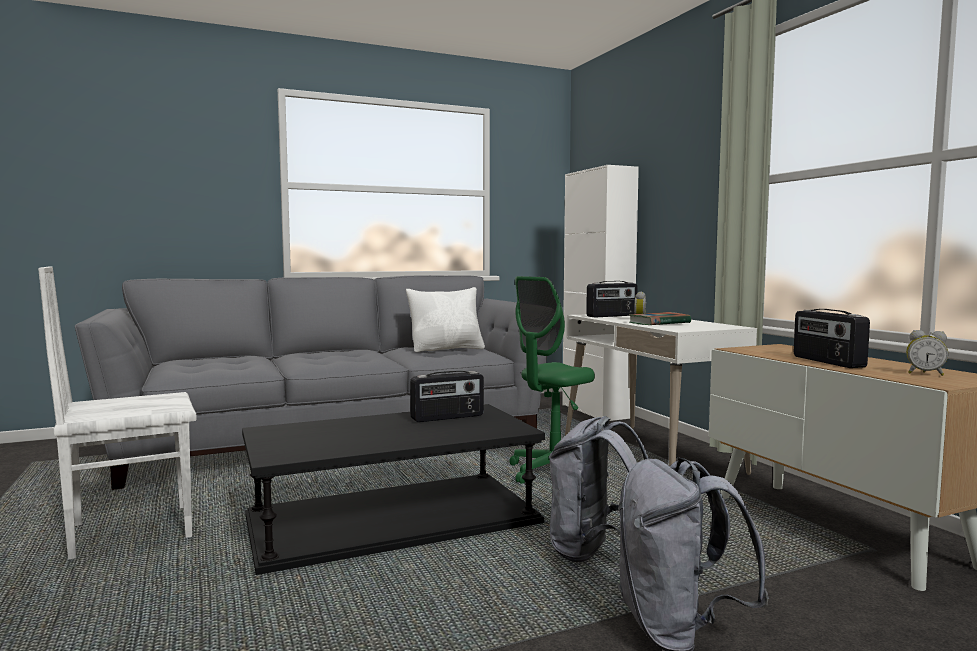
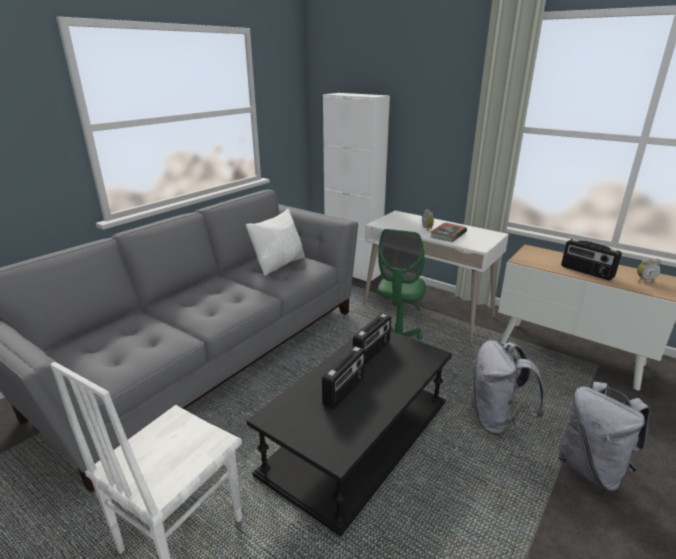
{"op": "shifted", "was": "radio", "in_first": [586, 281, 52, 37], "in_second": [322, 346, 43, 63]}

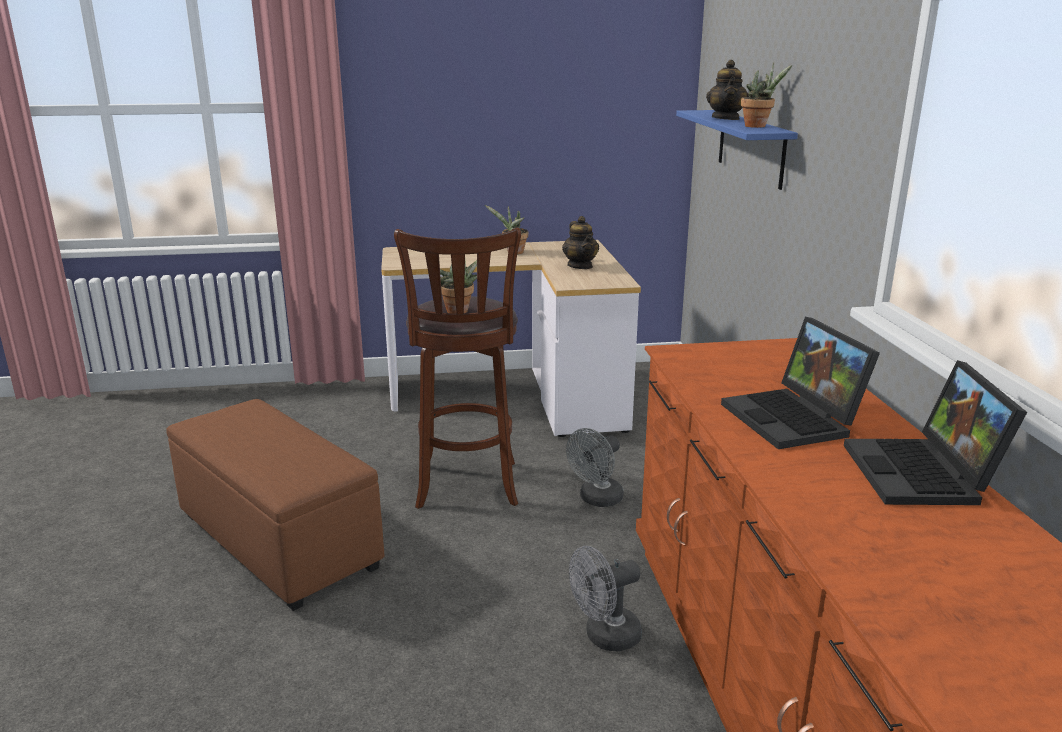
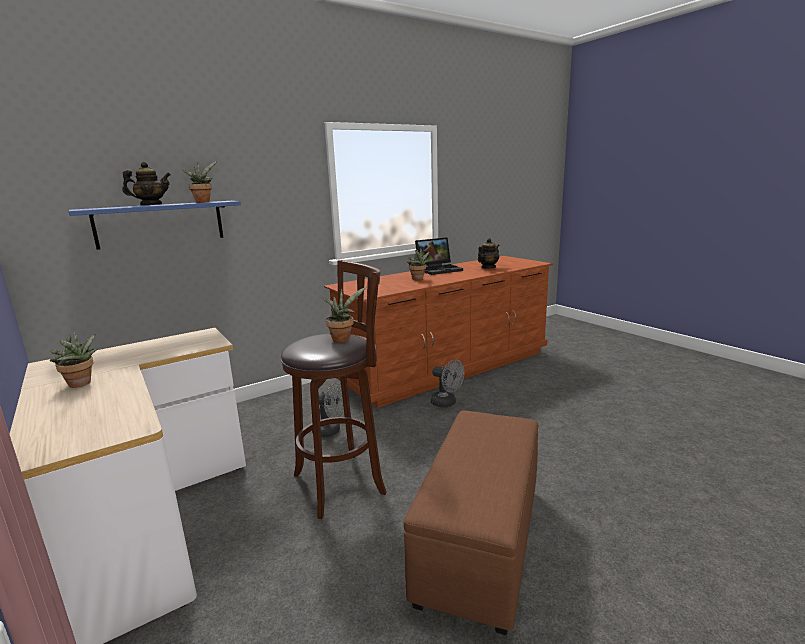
{"op": "shifted", "was": "teapot", "in_first": [562, 216, 37, 53], "in_second": [478, 238, 22, 31]}
{"op": "swapped", "was": "laptop", "now": "potted plant", "in_first": [721, 317, 159, 132], "in_second": [407, 249, 23, 31]}

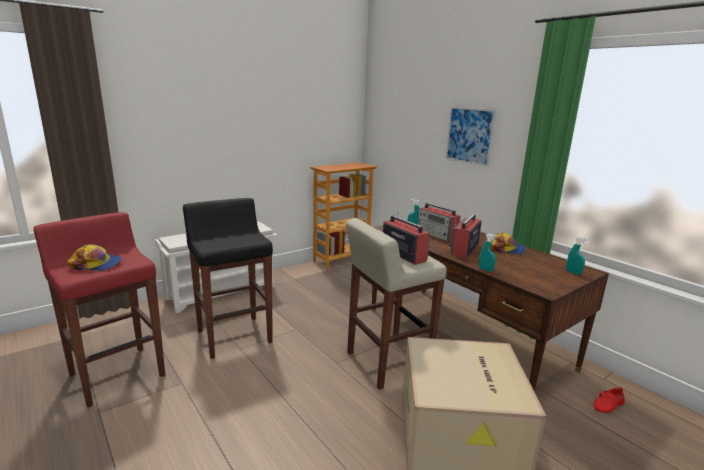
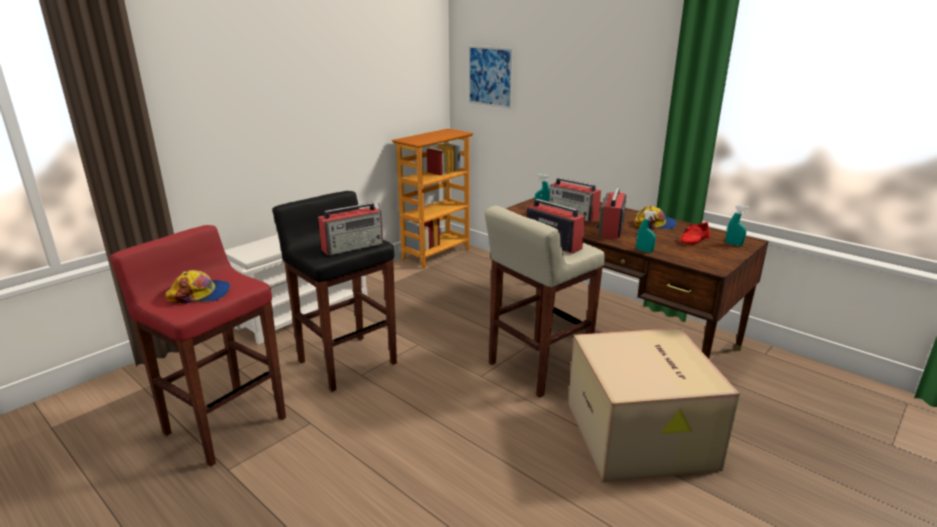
{"op": "shifted", "was": "picture", "in_first": [445, 107, 51, 60], "in_second": [468, 46, 45, 63]}
{"op": "shifted", "was": "red shoe", "in_first": [594, 388, 31, 25], "in_second": [680, 222, 31, 23]}
{"op": "new", "now": "radio", "in_second": [318, 203, 65, 53]}

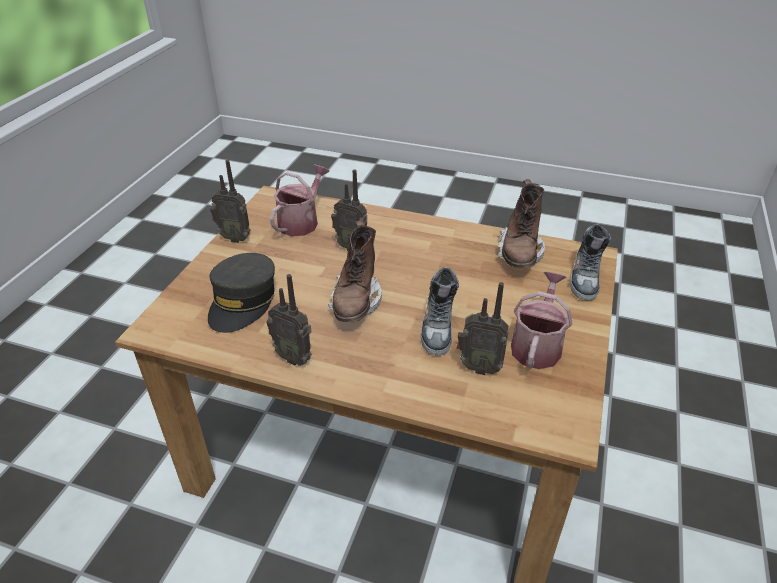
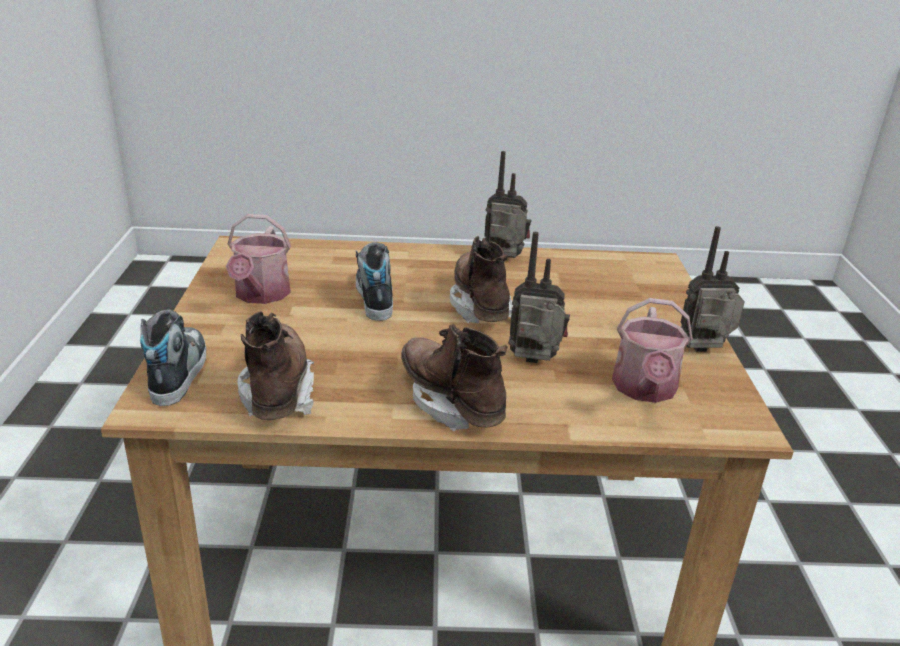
{"op": "gone", "was": "grey cap", "in_first": [208, 253, 67, 80]}
{"op": "gone", "was": "radio", "in_first": [457, 282, 52, 93]}
{"op": "new", "now": "brown boot", "in_second": [401, 324, 107, 107]}

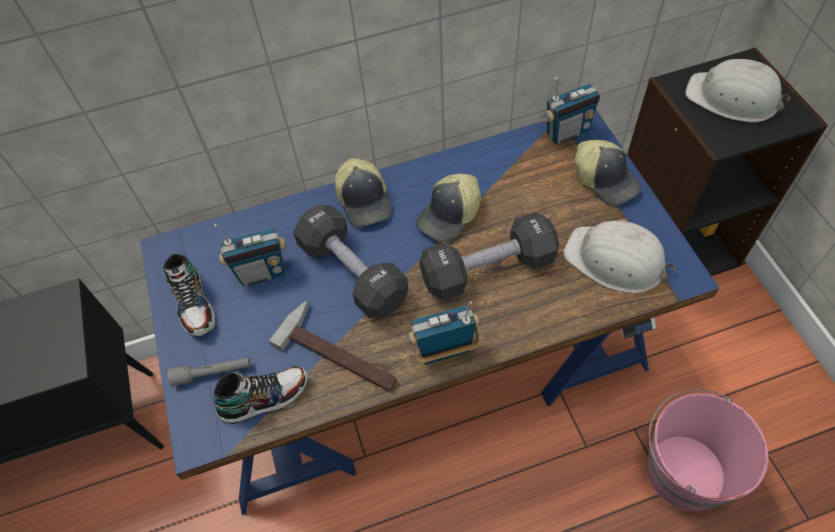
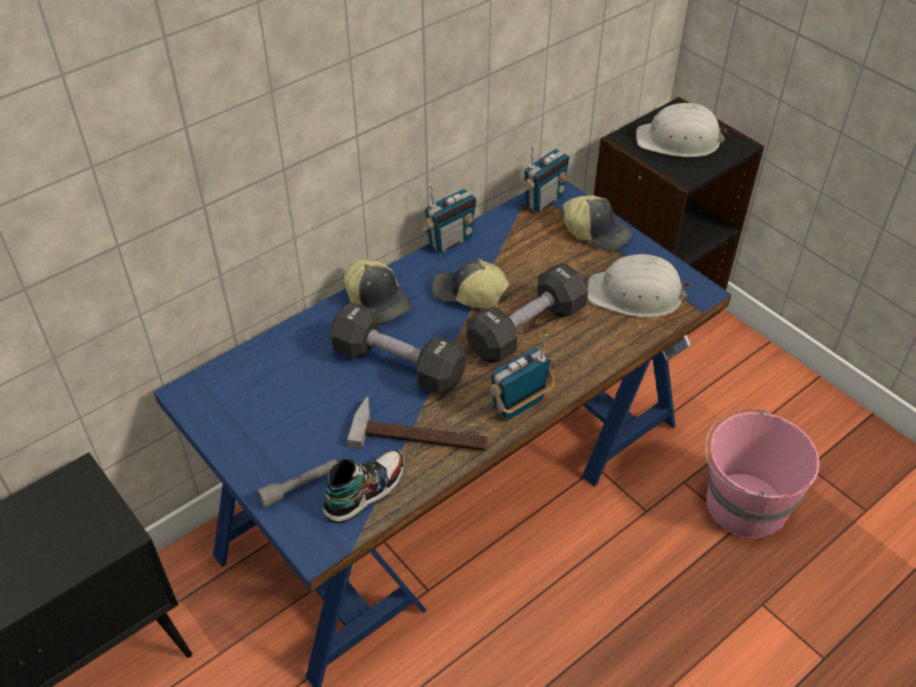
{"op": "gone", "was": "shoe", "in_first": [163, 254, 53, 82]}
{"op": "shifted", "was": "radio", "in_first": [214, 224, 73, 62], "in_second": [421, 184, 56, 69]}
{"op": "rotated", "was": "cap", "in_first": [415, 173, 66, 69], "in_second": [432, 259, 77, 50], "clockwise": 90}

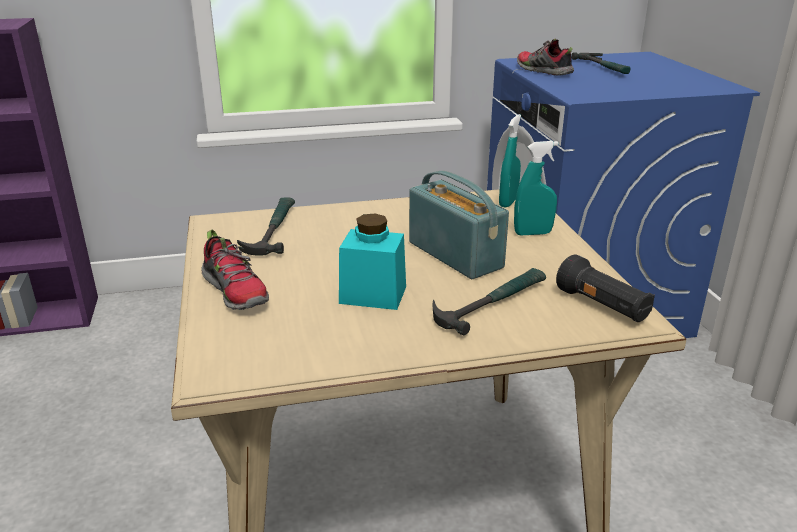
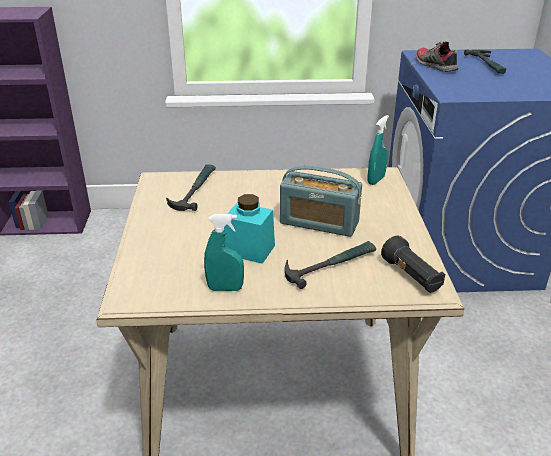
{"op": "gone", "was": "shoe", "in_first": [201, 230, 68, 80]}
{"op": "rotated", "was": "radio", "in_first": [409, 171, 100, 108], "in_second": [280, 166, 82, 71], "clockwise": 135}
{"op": "shifted", "was": "turquoise spray bottle", "in_first": [514, 141, 45, 94], "in_second": [204, 214, 40, 77]}

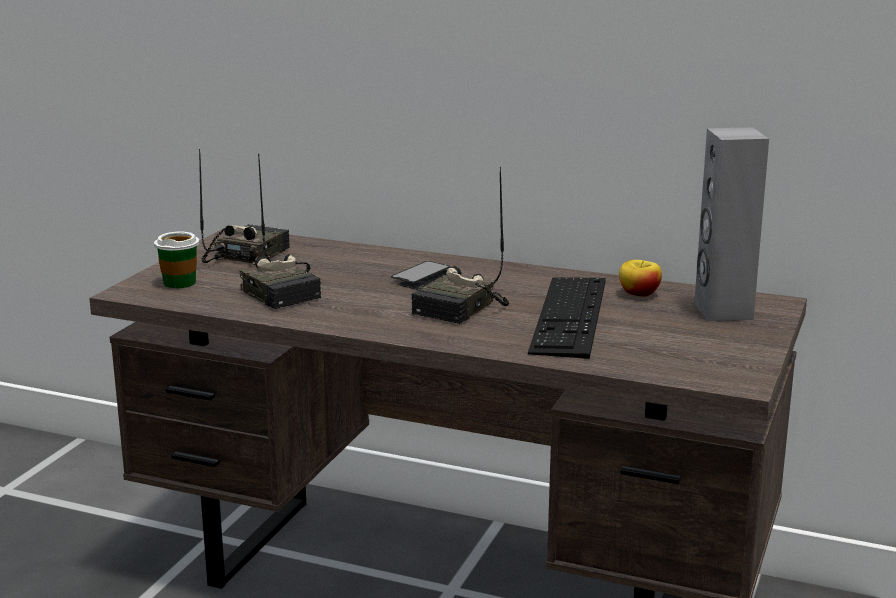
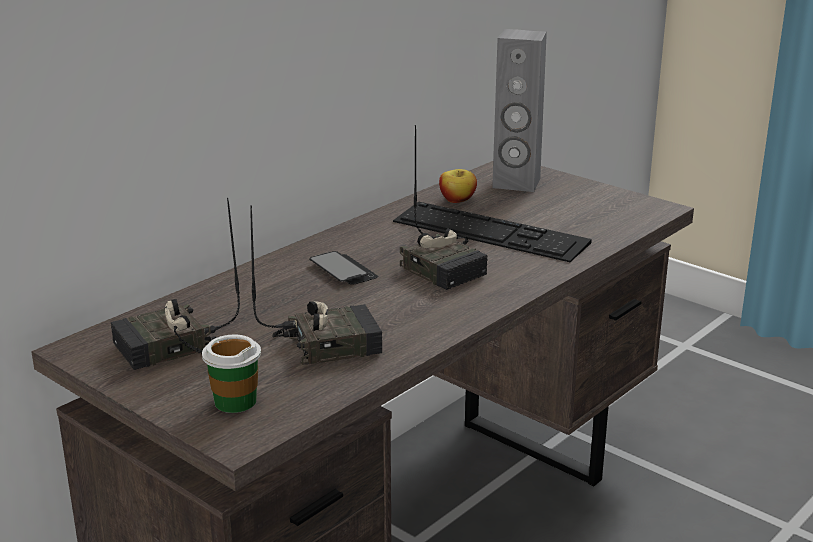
{"op": "rotated", "was": "radio", "in_first": [199, 149, 91, 117], "in_second": [111, 198, 129, 172], "clockwise": -75}

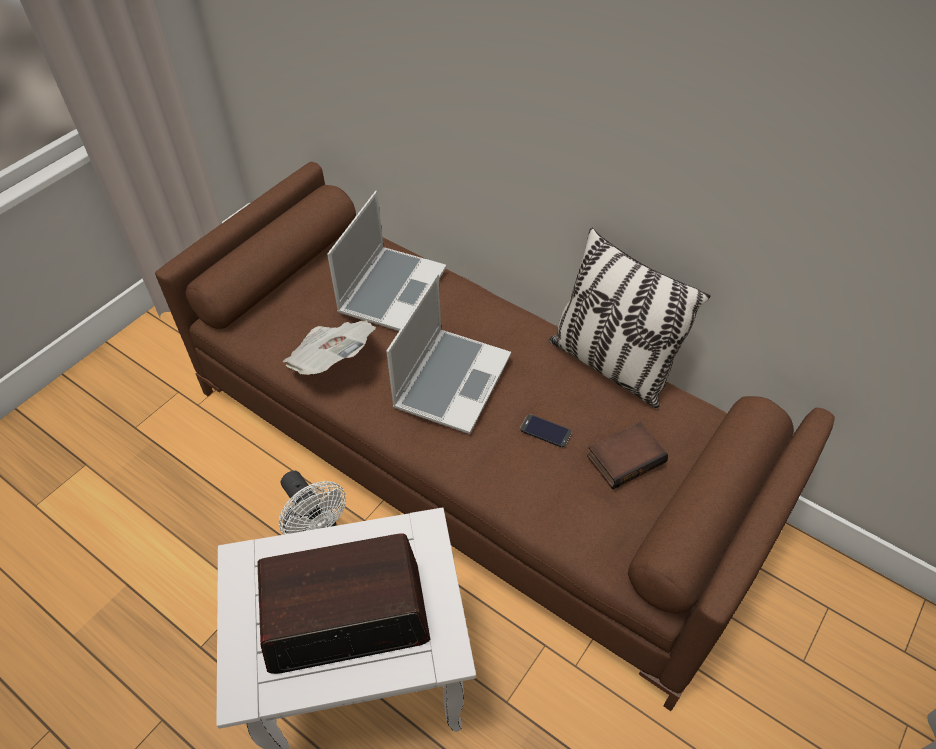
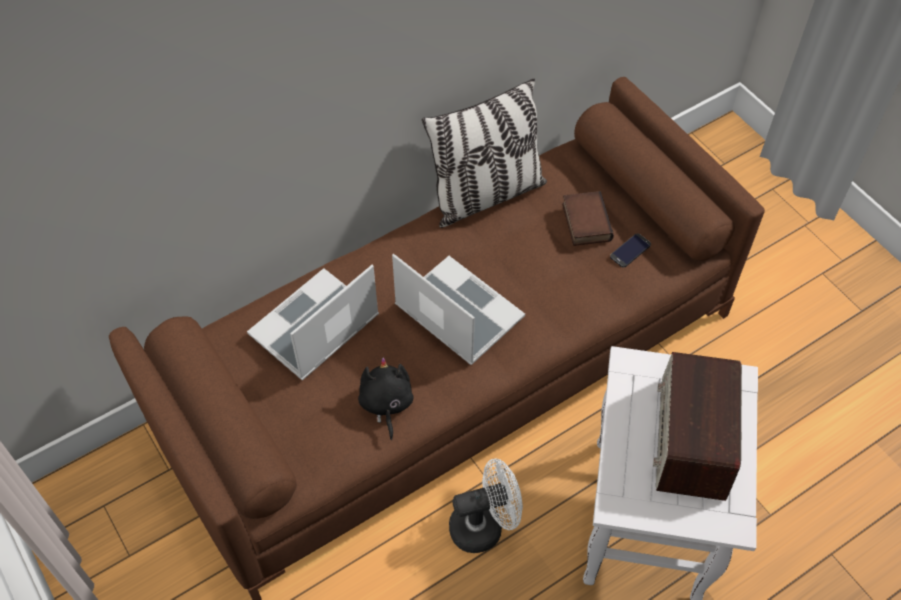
{"op": "swapped", "was": "newspaper", "now": "black plush toy", "in_first": [282, 320, 94, 55], "in_second": [358, 357, 56, 83]}
{"op": "rotated", "was": "laptop", "in_first": [327, 191, 120, 140], "in_second": [247, 264, 132, 116], "clockwise": -90}
{"op": "shifted", "was": "phone", "in_first": [520, 414, 52, 33], "in_second": [610, 233, 41, 34]}

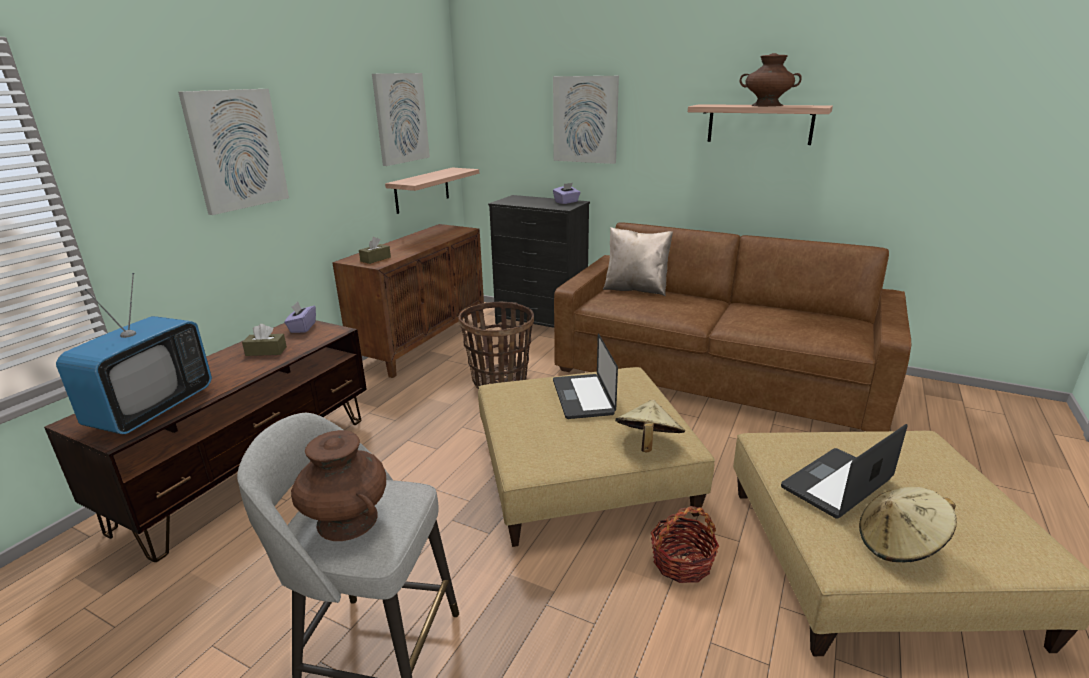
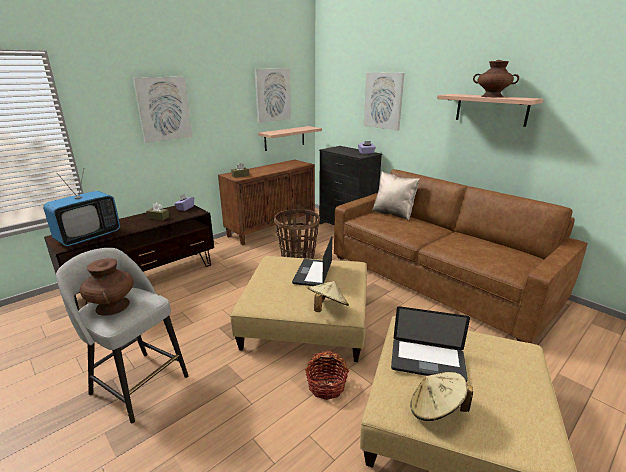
{"op": "rotated", "was": "laptop", "in_first": [781, 424, 126, 95], "in_second": [391, 306, 79, 76], "clockwise": -150}

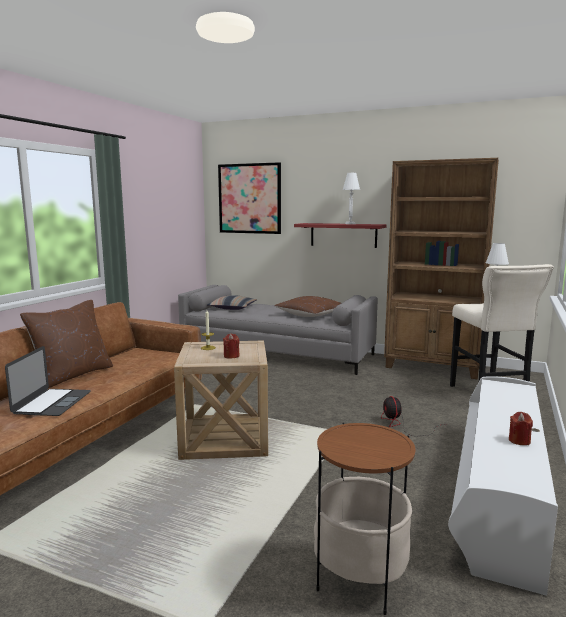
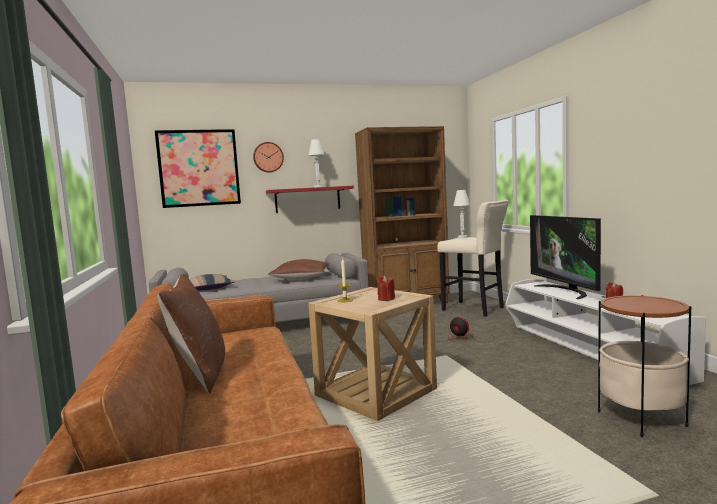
{"op": "gone", "was": "laptop", "in_first": [5, 346, 86, 70]}
{"op": "new", "now": "wall clock", "in_second": [253, 142, 31, 31]}
{"op": "new", "now": "television", "in_second": [530, 215, 71, 84]}

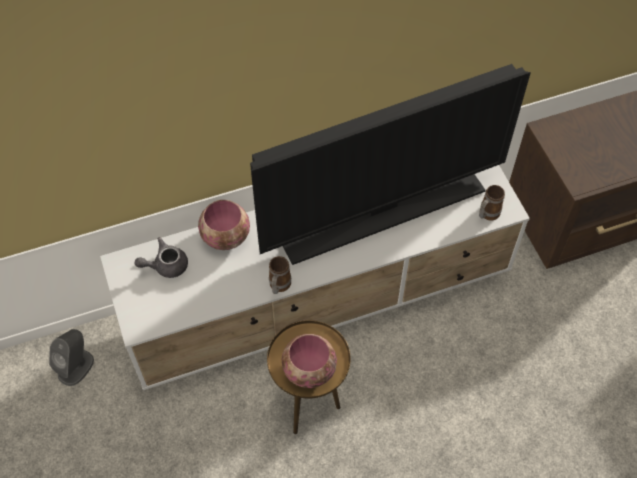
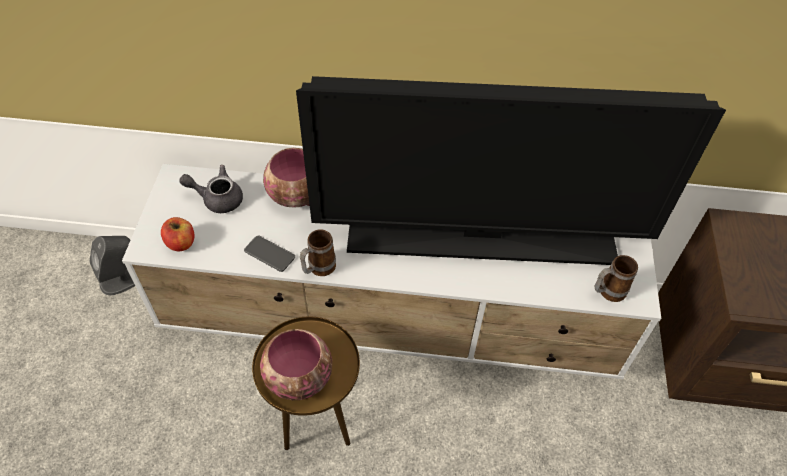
{"op": "new", "now": "apple", "in_second": [161, 217, 33, 34]}
{"op": "new", "now": "phone", "in_second": [244, 236, 51, 36]}

